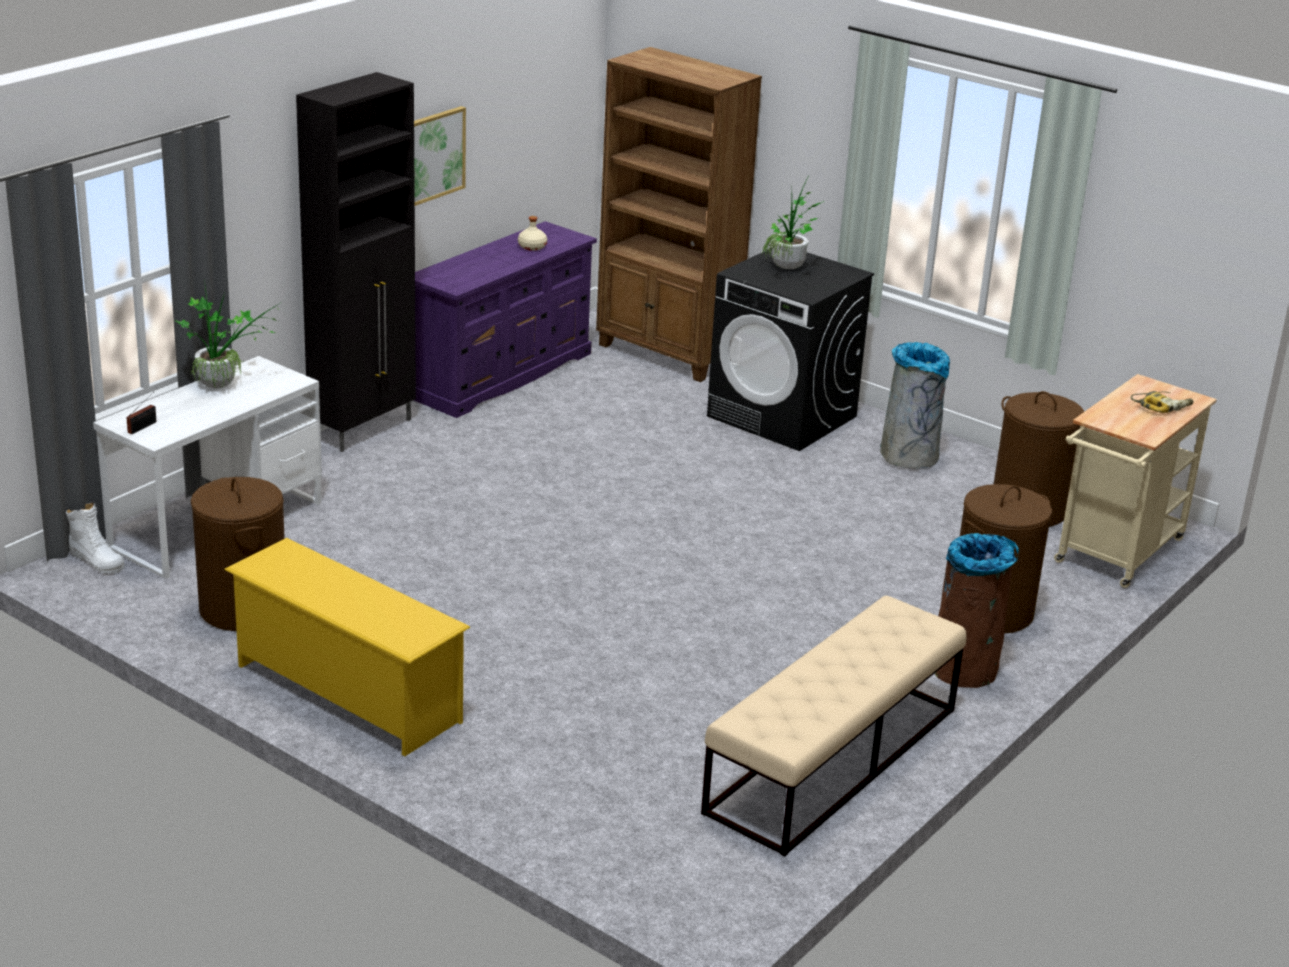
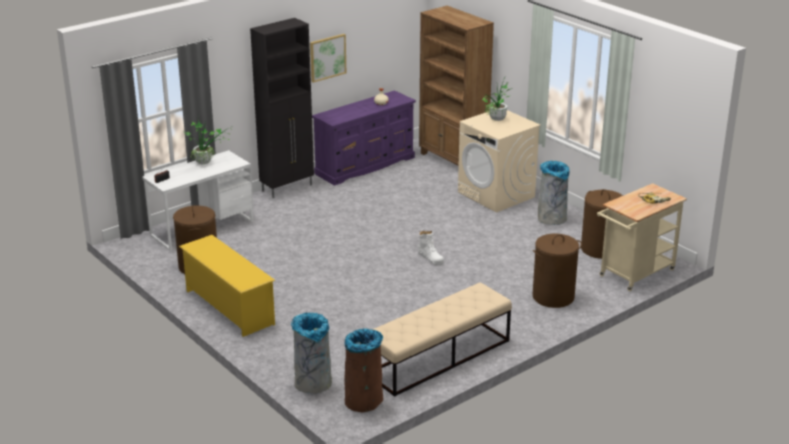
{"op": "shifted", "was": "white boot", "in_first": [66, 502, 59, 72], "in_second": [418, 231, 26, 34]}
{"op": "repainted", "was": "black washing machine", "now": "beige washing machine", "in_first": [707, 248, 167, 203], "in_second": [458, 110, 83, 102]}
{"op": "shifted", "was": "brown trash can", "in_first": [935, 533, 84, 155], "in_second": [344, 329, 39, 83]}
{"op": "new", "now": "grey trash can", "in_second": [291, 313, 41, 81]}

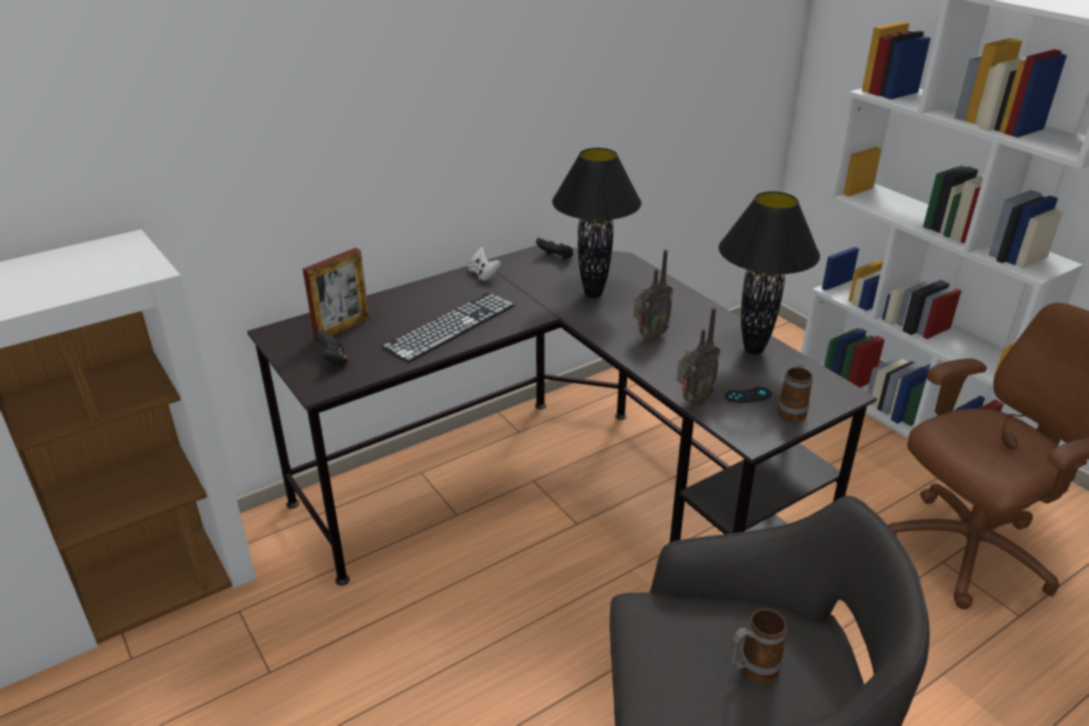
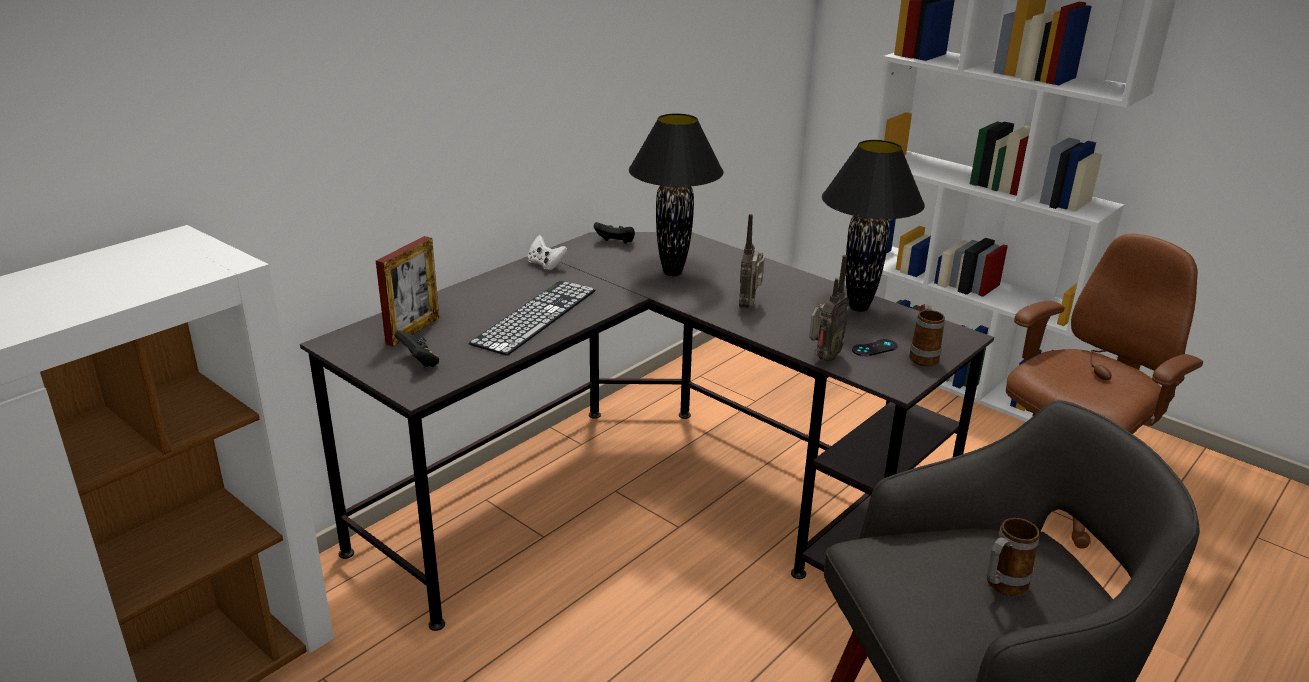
{"op": "rotated", "was": "radio", "in_first": [633, 250, 40, 90], "in_second": [739, 214, 25, 94], "clockwise": 150}

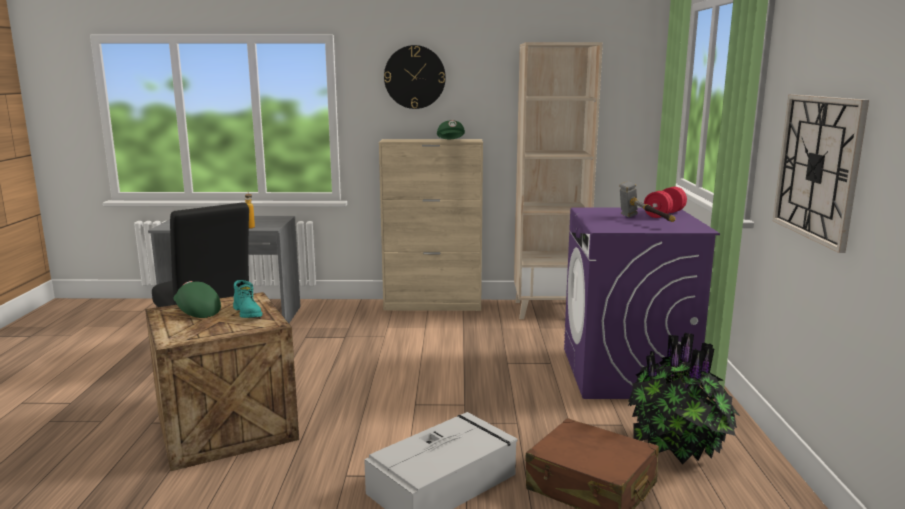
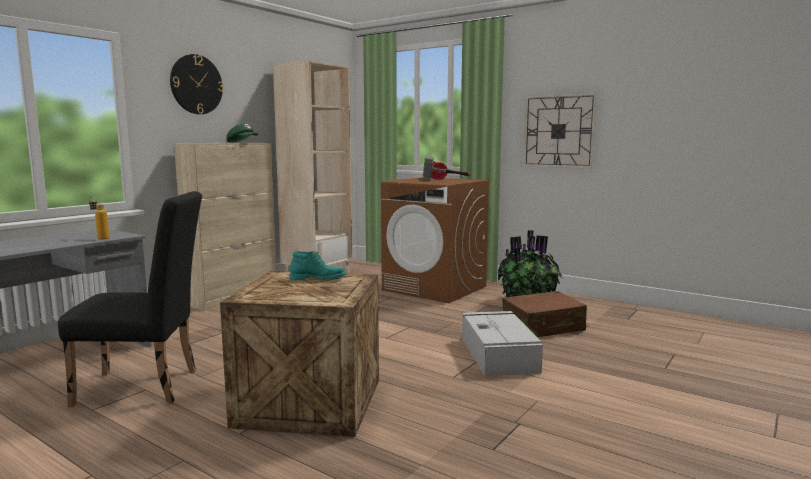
{"op": "gone", "was": "green cap", "in_first": [173, 281, 48, 37]}
{"op": "repainted", "was": "purple washing machine", "now": "brown washing machine", "in_first": [564, 208, 156, 191], "in_second": [381, 177, 109, 126]}

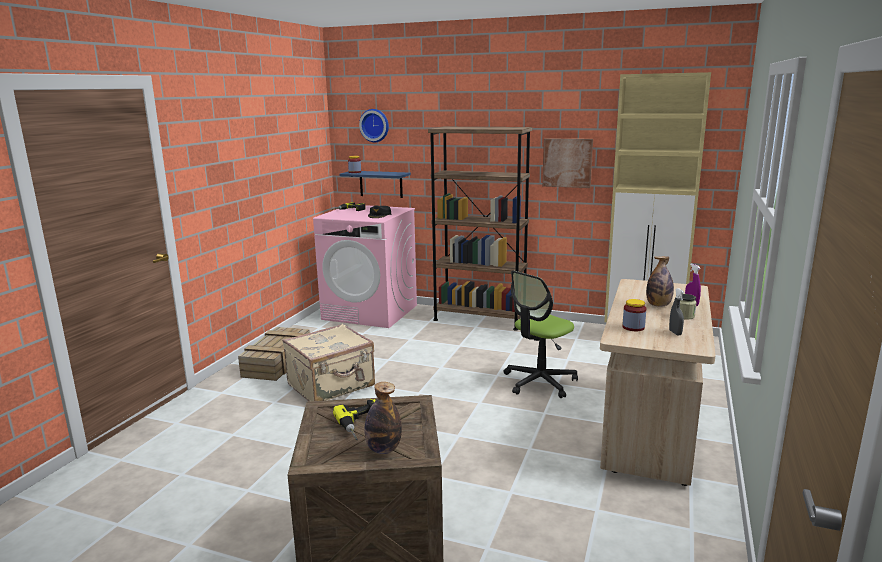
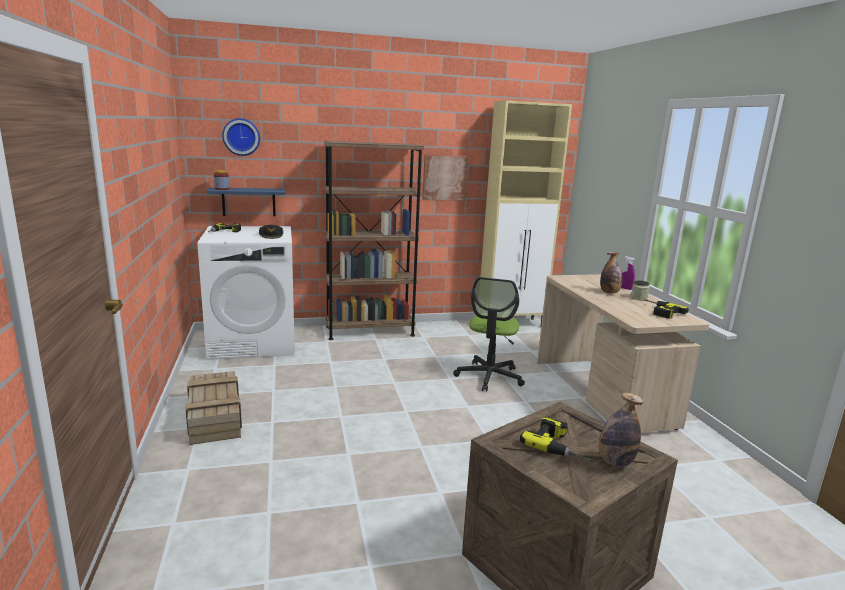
{"op": "gone", "was": "beige suitcase", "in_first": [282, 324, 93, 77]}
{"op": "repainted", "was": "pink washing machine", "now": "white washing machine", "in_first": [313, 205, 104, 123], "in_second": [197, 226, 98, 134]}
{"op": "gone", "was": "jar", "in_first": [622, 299, 24, 32]}
{"op": "swapped", "was": "grey spray bottle", "now": "power drill", "in_first": [669, 288, 16, 47], "in_second": [643, 299, 46, 20]}

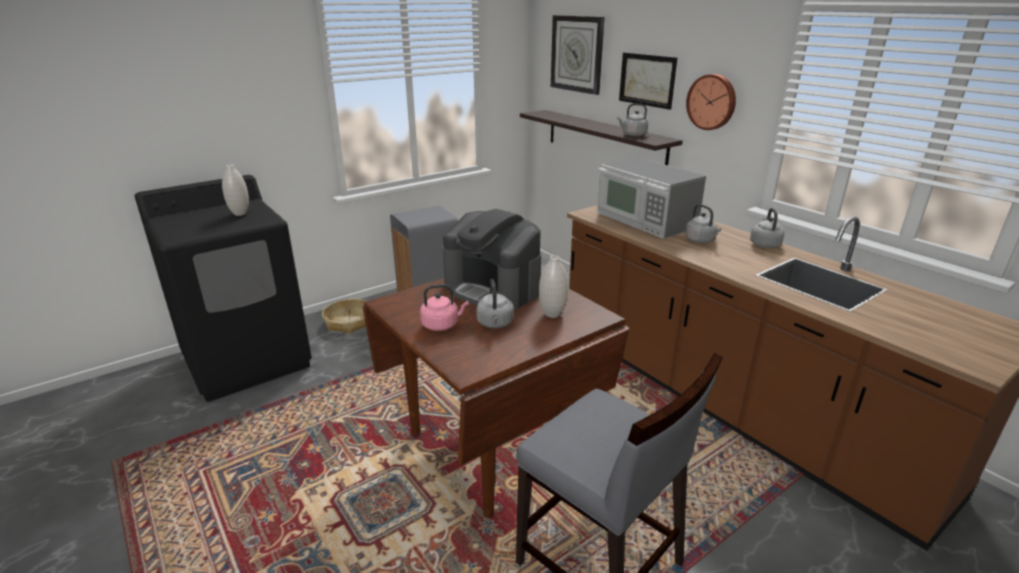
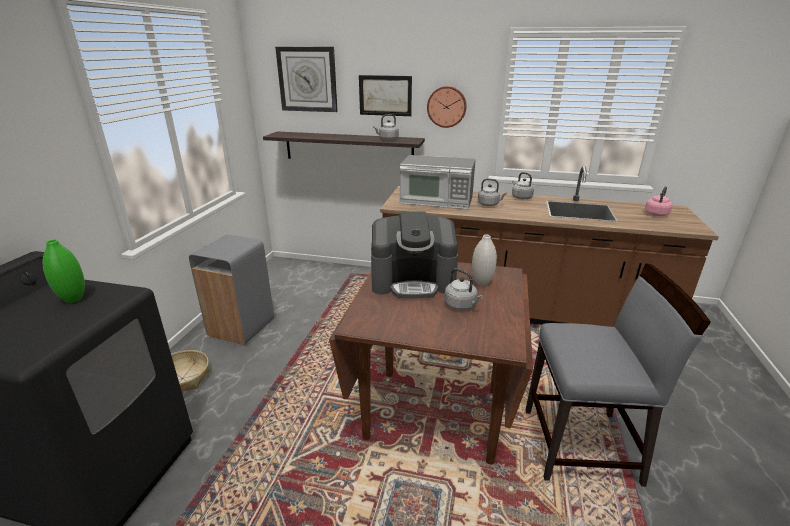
{"op": "repainted", "was": "white vase", "now": "green vase", "in_first": [222, 165, 27, 51], "in_second": [43, 239, 42, 64]}
{"op": "shifted", "was": "pink kettle", "in_first": [420, 284, 49, 47], "in_second": [645, 186, 27, 30]}

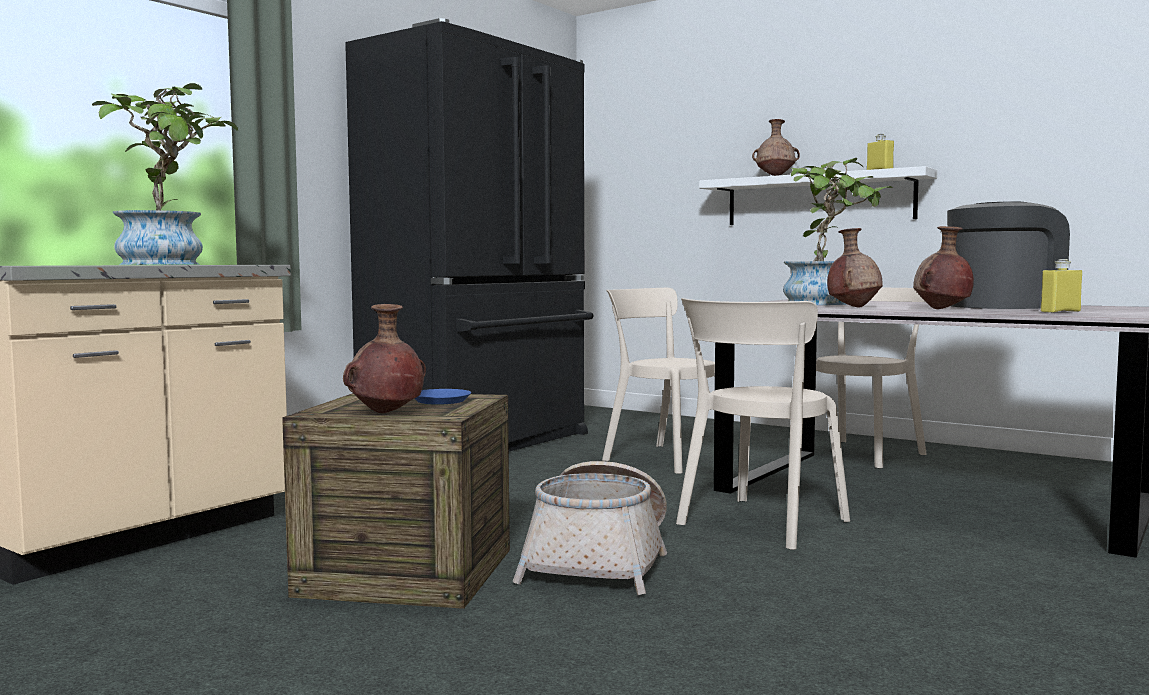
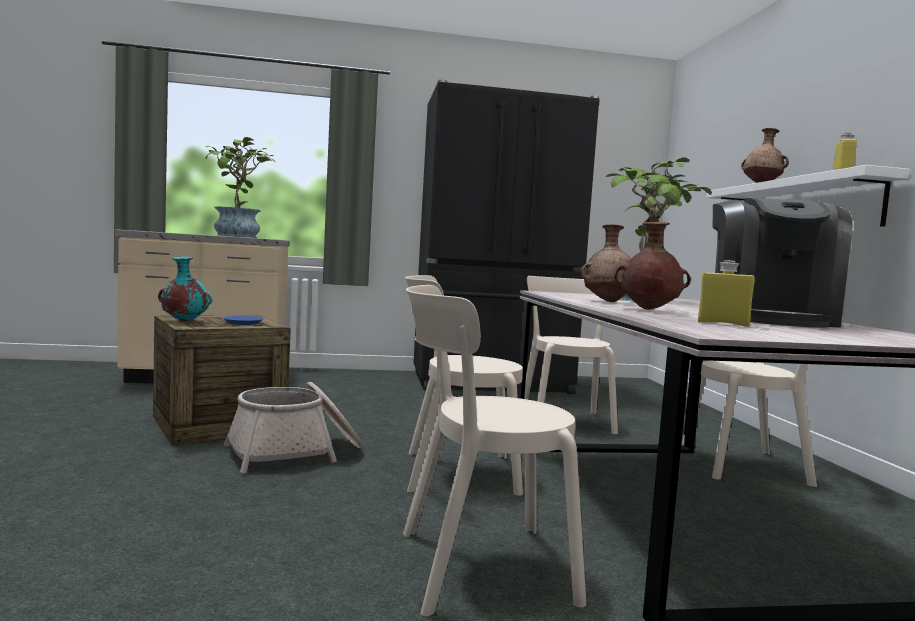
{"op": "repainted", "was": "brown vase", "now": "turquoise vase", "in_first": [343, 304, 83, 109], "in_second": [158, 257, 55, 65]}
{"op": "rotated", "was": "coffee machine", "in_first": [947, 201, 123, 108], "in_second": [712, 198, 140, 130], "clockwise": 75}
{"op": "new", "now": "beige chair", "in_second": [403, 285, 183, 332]}

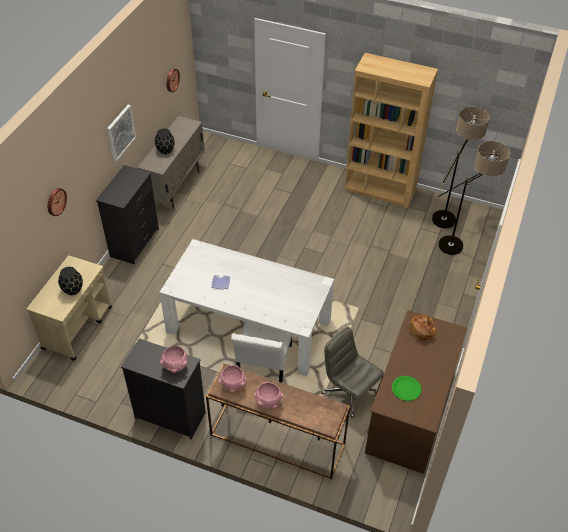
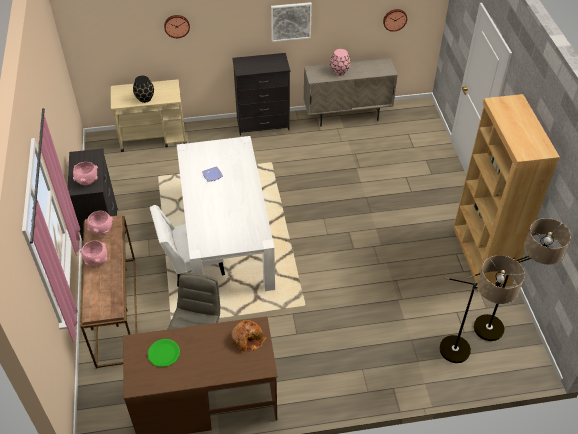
{"op": "repainted", "was": "black vase", "now": "pink vase", "in_first": [155, 129, 20, 25], "in_second": [330, 49, 20, 26]}

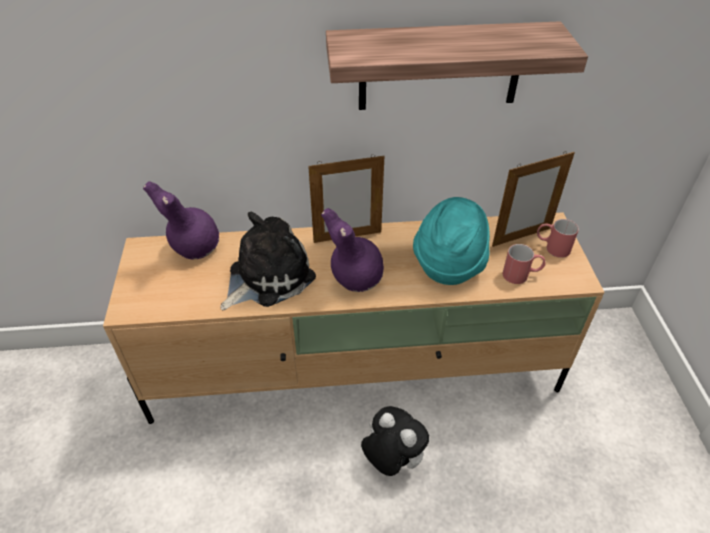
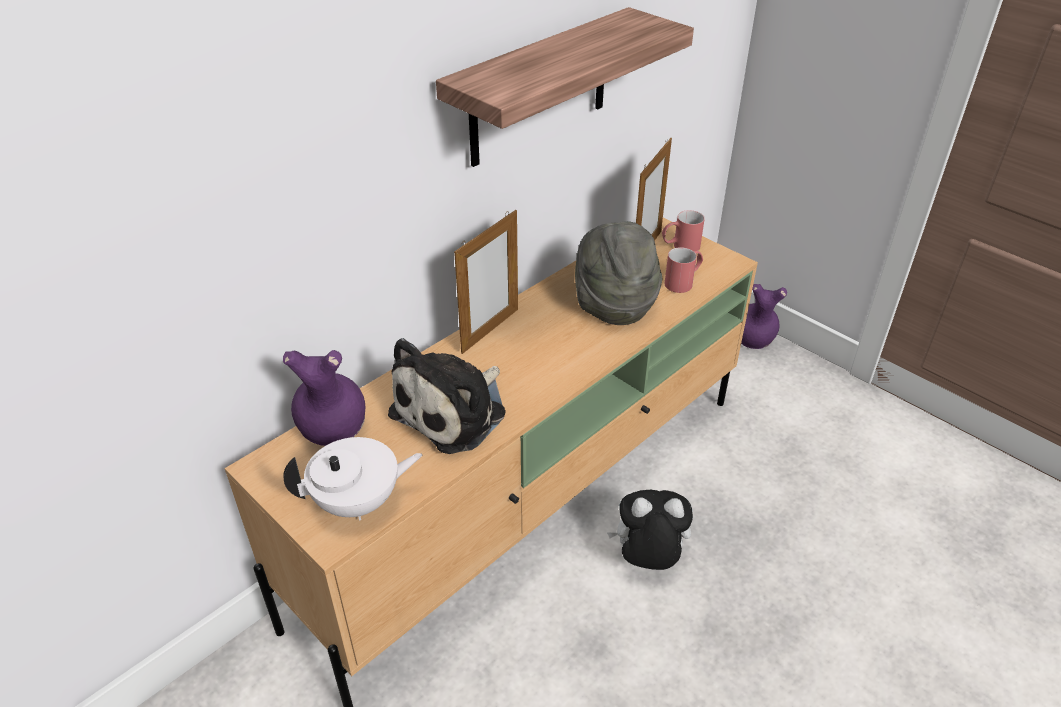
{"op": "rotated", "was": "plush toy", "in_first": [220, 212, 96, 98], "in_second": [388, 338, 118, 116], "clockwise": -150}
{"op": "shifted", "was": "purple vase", "in_first": [321, 208, 63, 84], "in_second": [741, 284, 46, 65]}
{"op": "repainted", "was": "turquoise hat", "now": "grey hat", "in_first": [413, 197, 77, 88], "in_second": [575, 221, 87, 104]}
{"op": "new", "now": "white teapot", "in_second": [283, 437, 139, 83]}

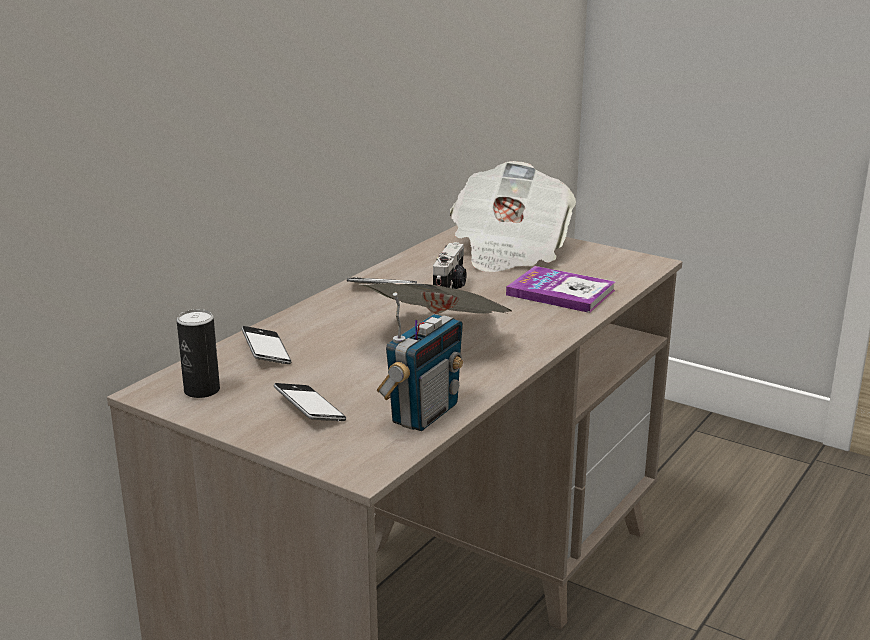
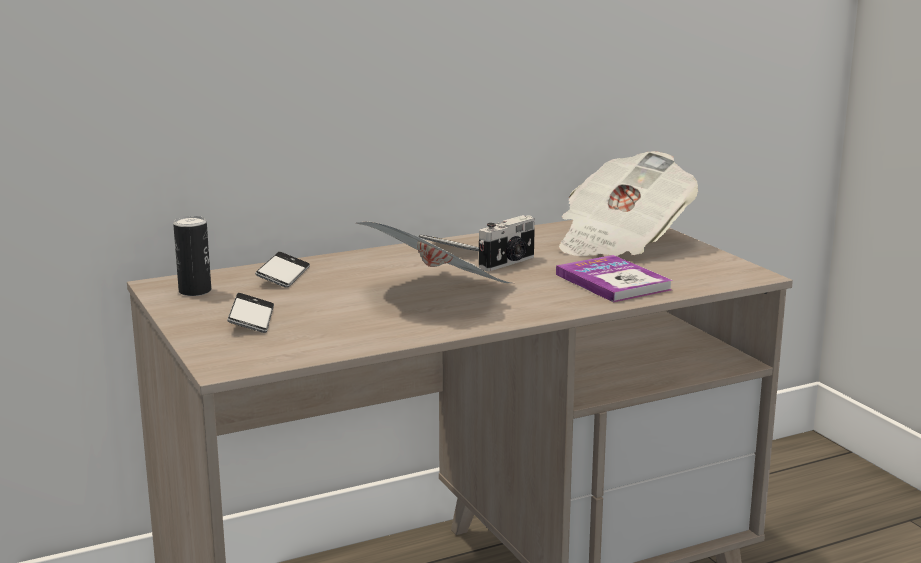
{"op": "gone", "was": "radio", "in_first": [377, 292, 86, 139]}

